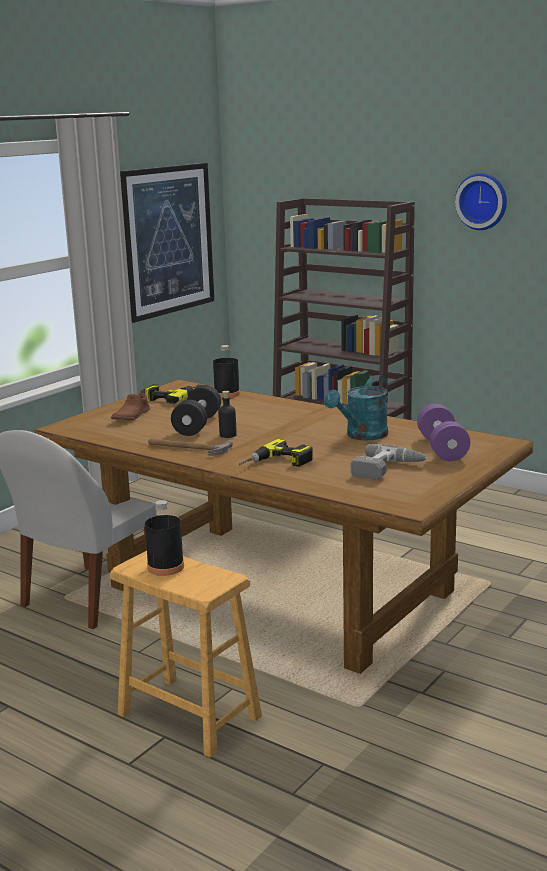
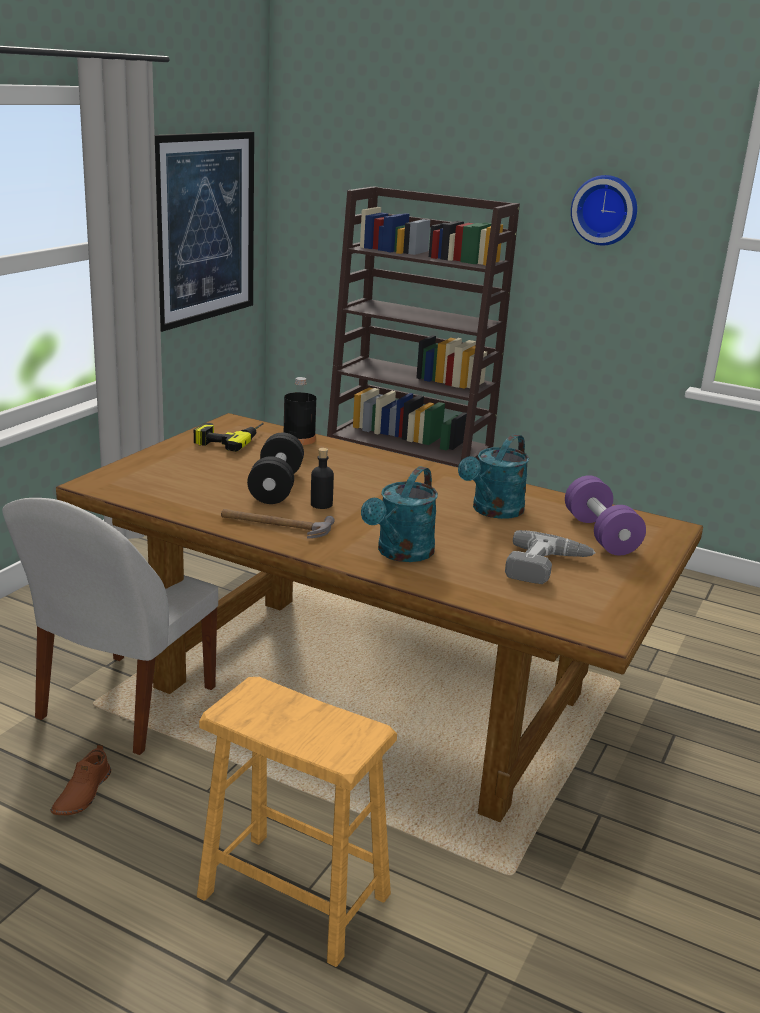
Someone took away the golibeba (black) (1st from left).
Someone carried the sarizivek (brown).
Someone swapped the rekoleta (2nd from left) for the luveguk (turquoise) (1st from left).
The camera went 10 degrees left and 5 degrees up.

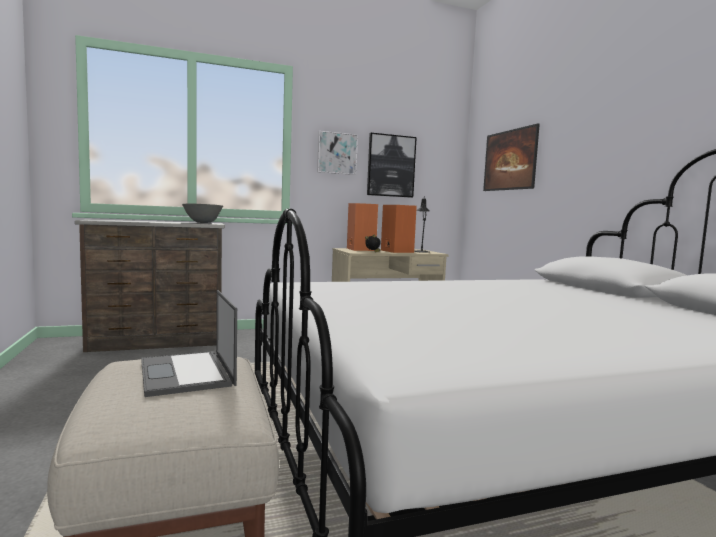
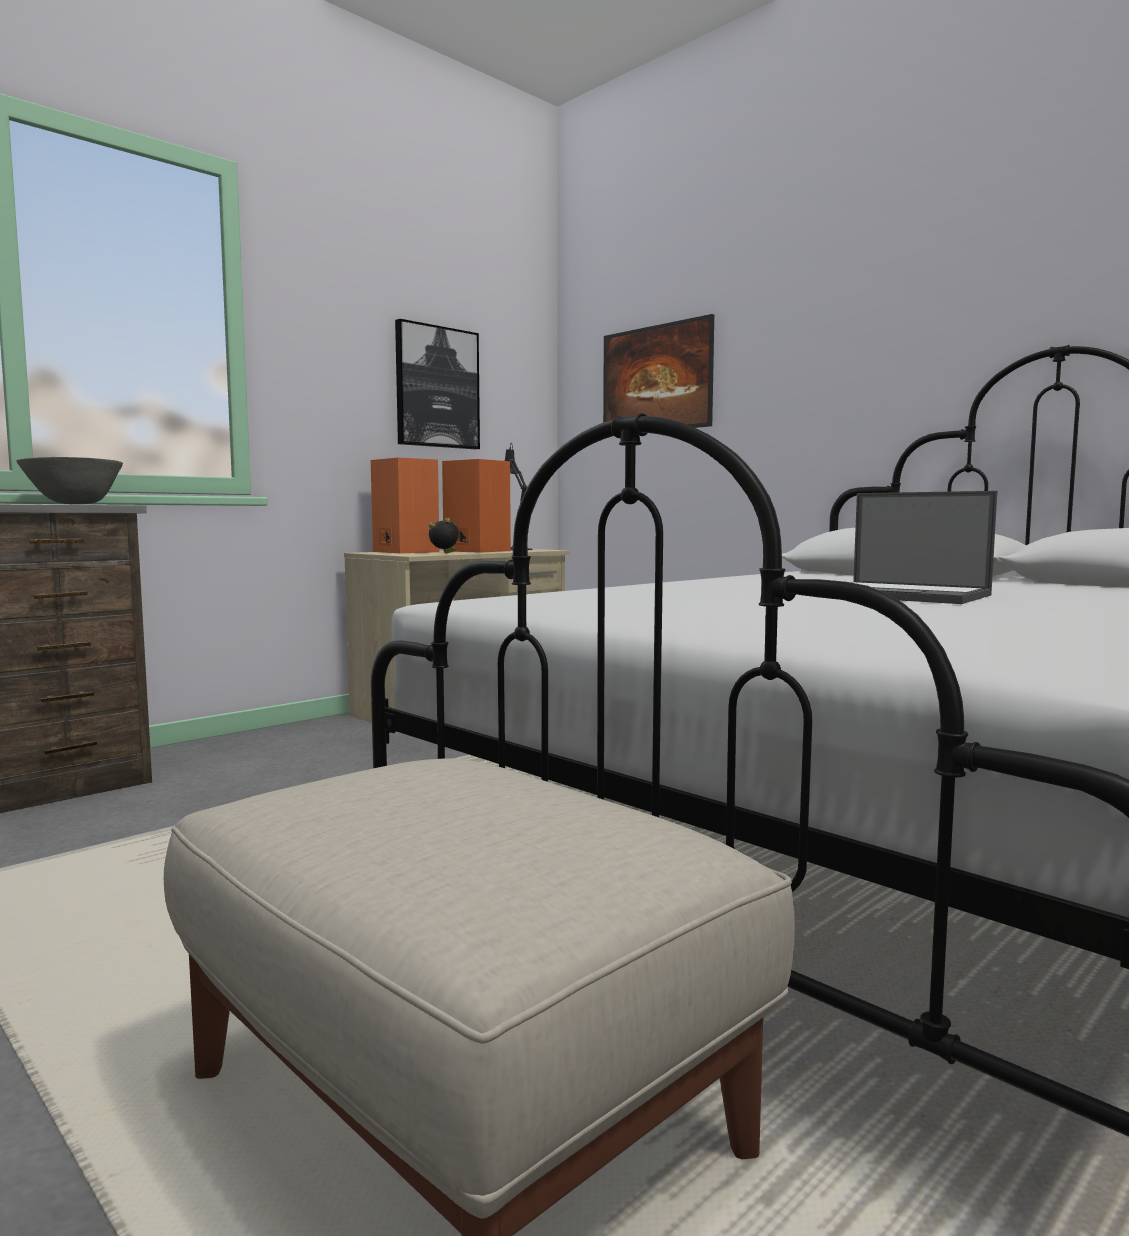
Someone took away the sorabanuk (1st from left).
Someone carried the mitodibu.
The camera went 25 degrees left and 0 degrees up.

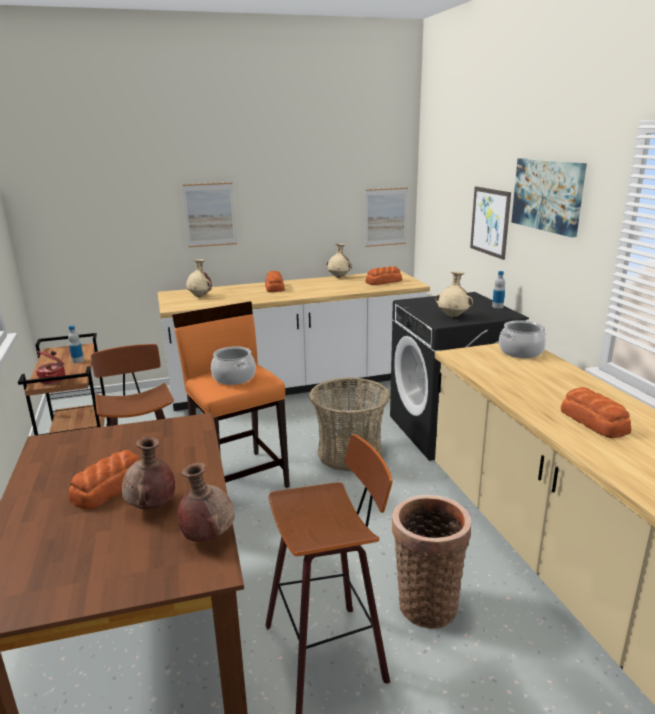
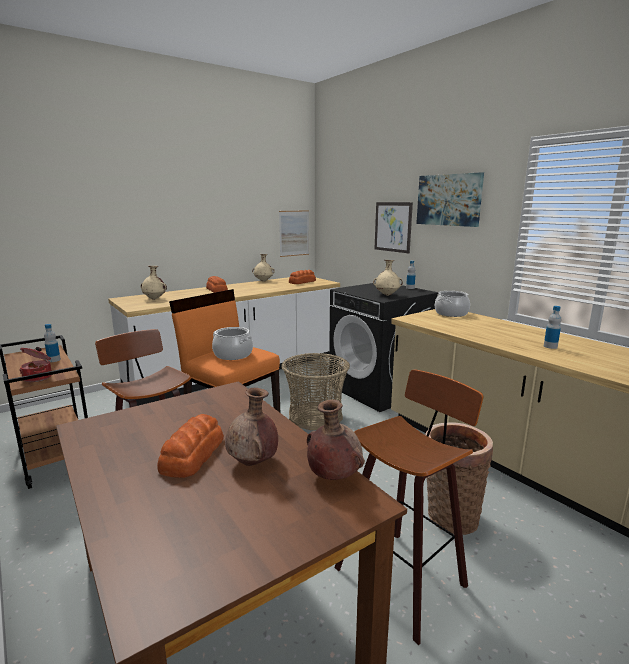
Someone took away the sorabanuk (1st from left).
Someone swapped the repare (4th from left) for the golibeba (3rd from left).
The camera went 20 degrees left and 5 degrees down.

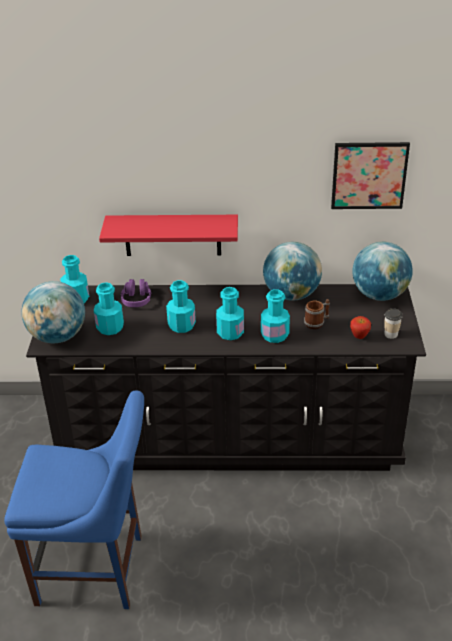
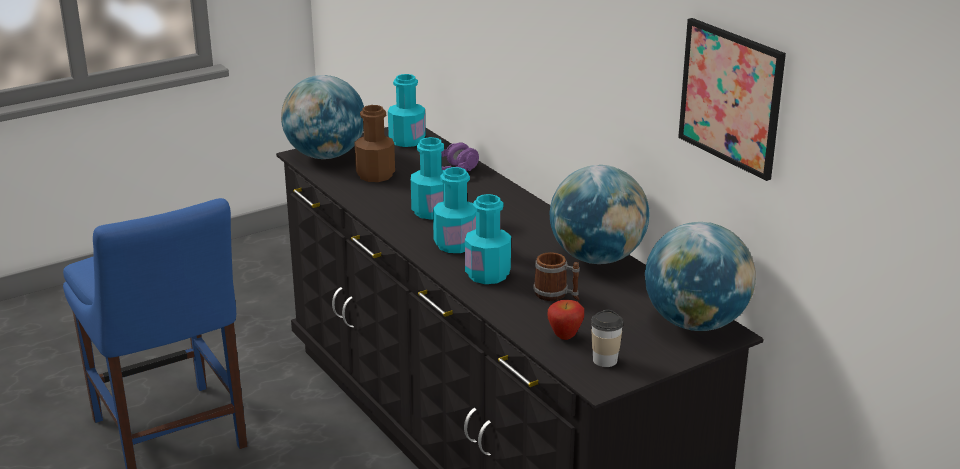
Someone took away the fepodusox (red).
Someone repainted the golibeba (turquoise) (2nd from left), which became the golibeba (brown).
The camera went 55 degrees right and 10 degrees down.

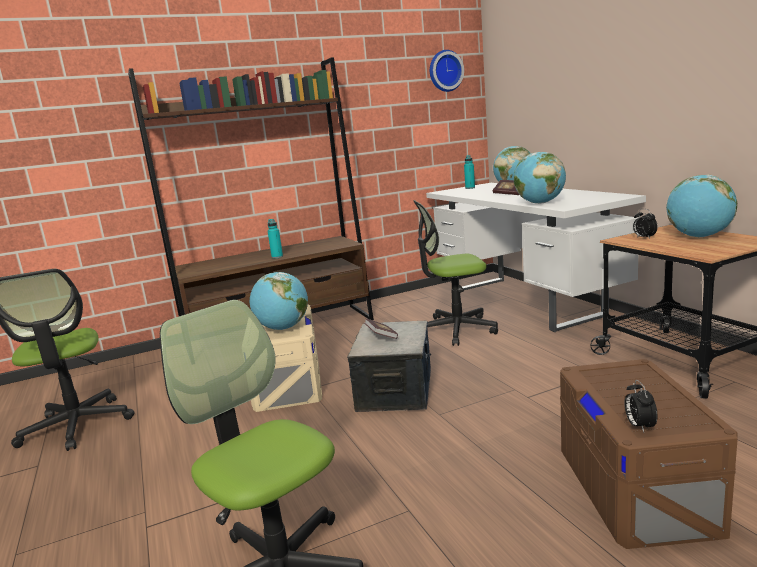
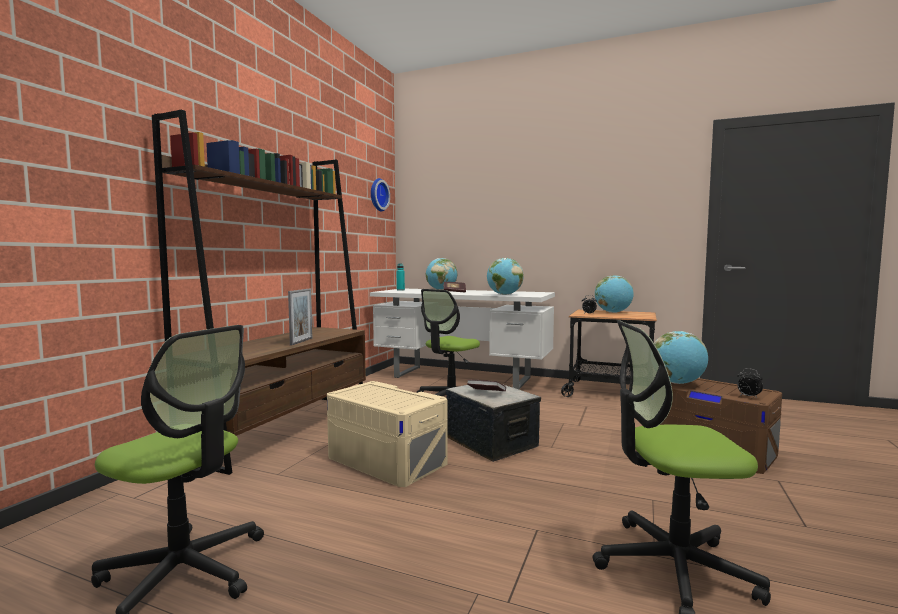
Someone carried the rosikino (1st from left in the first image).
Someone swapped the golibeba (turquoise) (1st from left) for the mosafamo.
The camera went 45 degrees left and 10 degrees down.

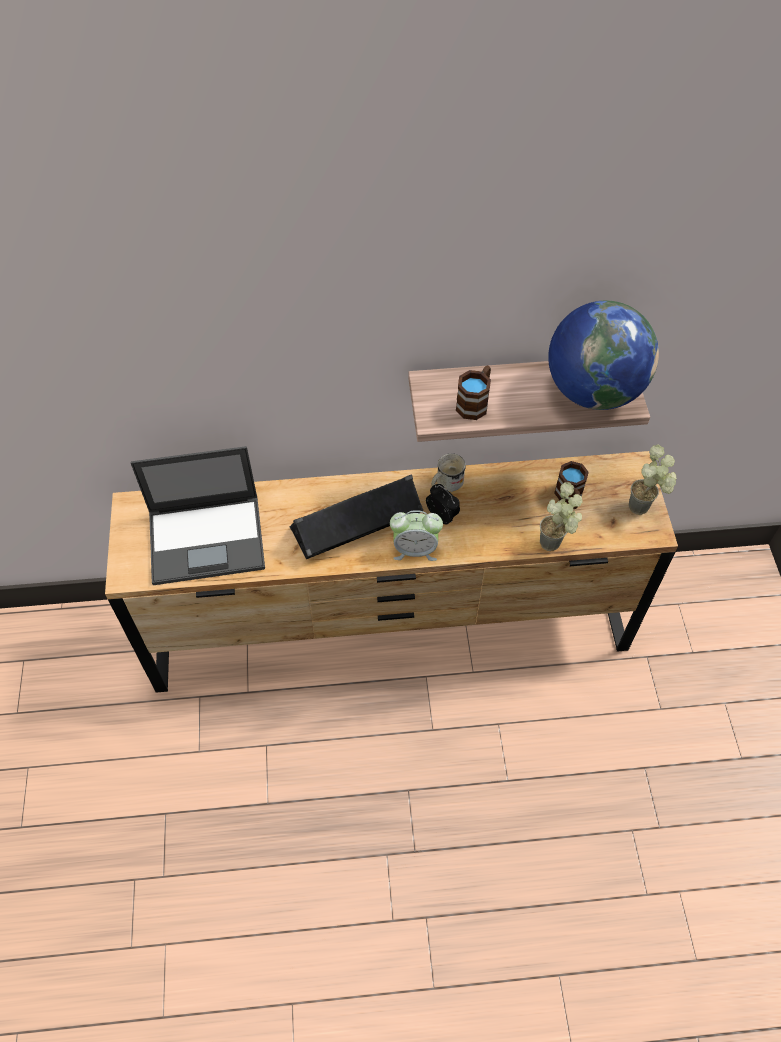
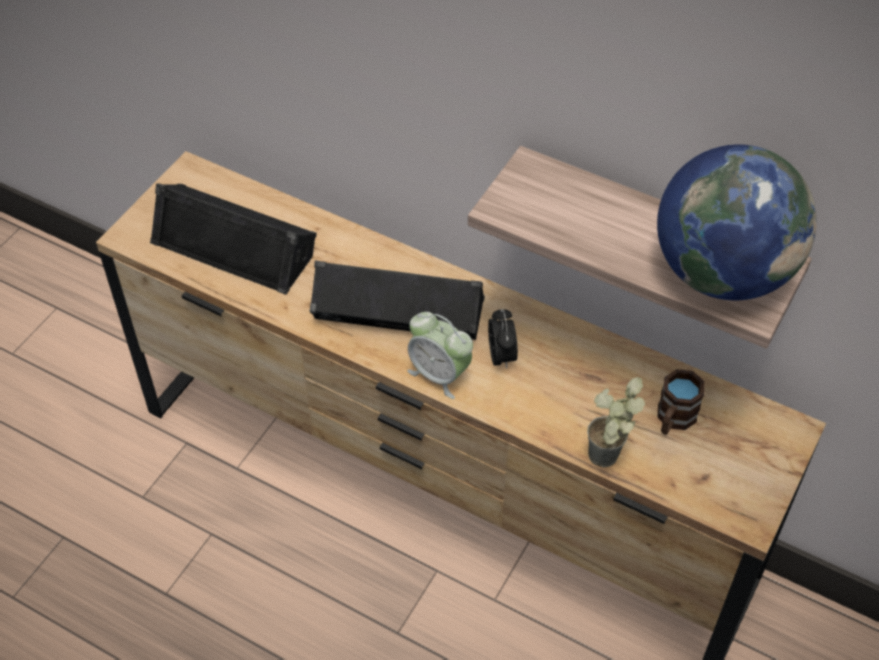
Someone took away the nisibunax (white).
Someone took away the nisibunax (brown) (1st from left).
Someone took away the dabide (2nd from left).
Someone swapped the mitodibu for the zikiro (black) (1st from left).
The camera went 35 degrees right and 5 degrees down.

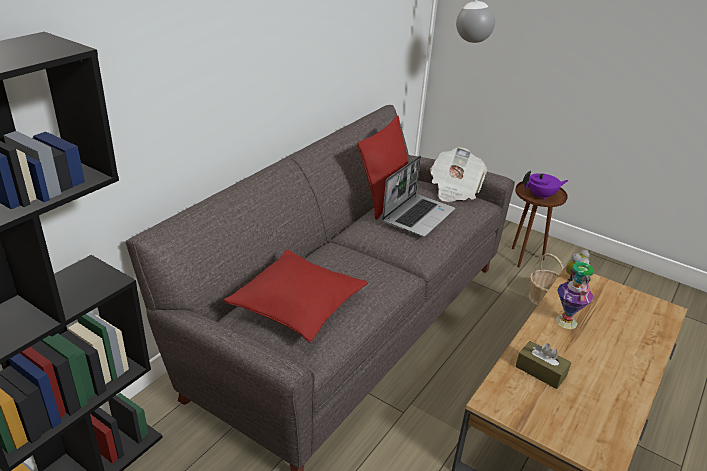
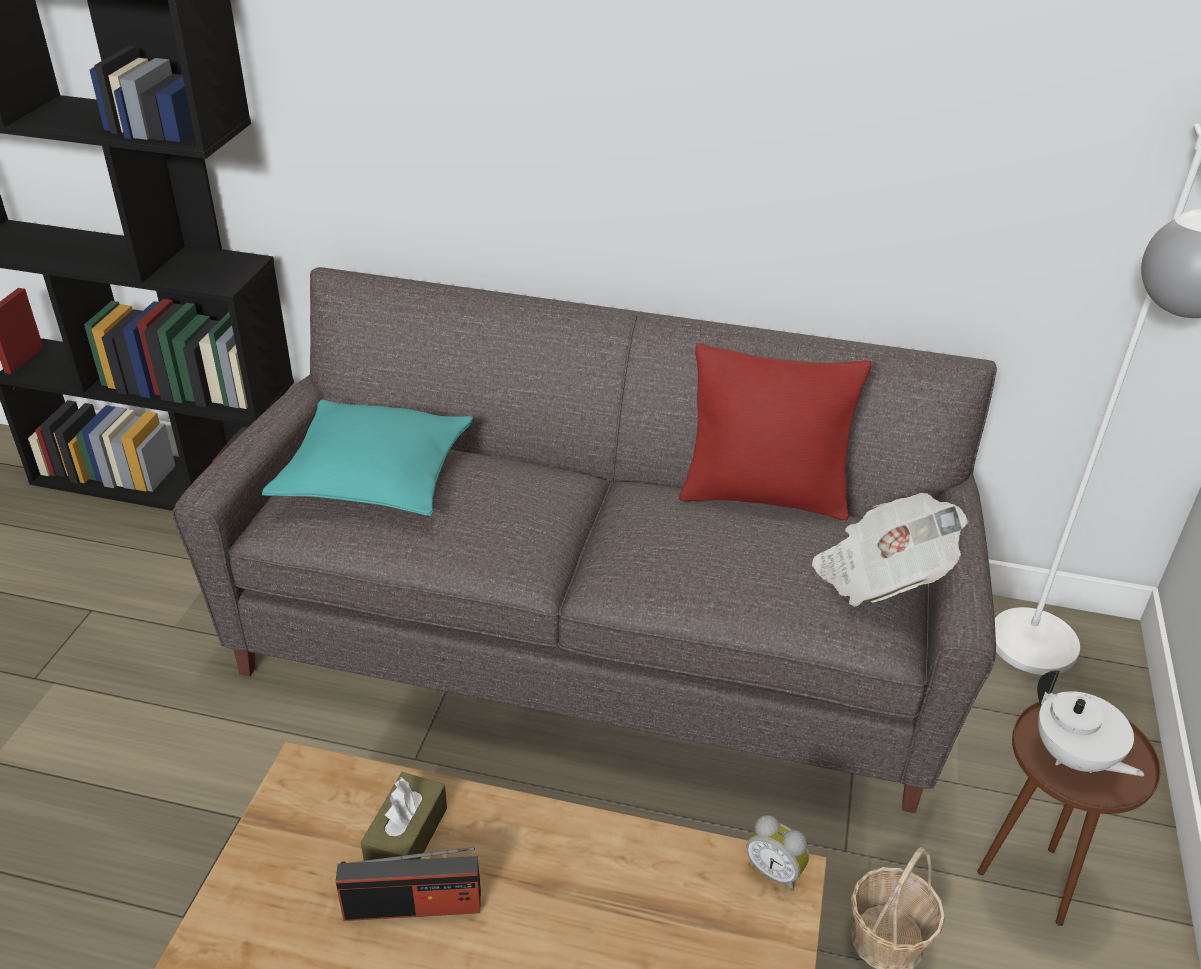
Someone took away the mitodibu.
Someone took away the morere.
Someone put down the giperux.
Someone repainted the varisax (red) (1st from left), which became the varisax (turquoise).
Someone repainted the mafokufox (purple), which became the mafokufox (white).
The camera went 70 degrees right and 5 degrees up.

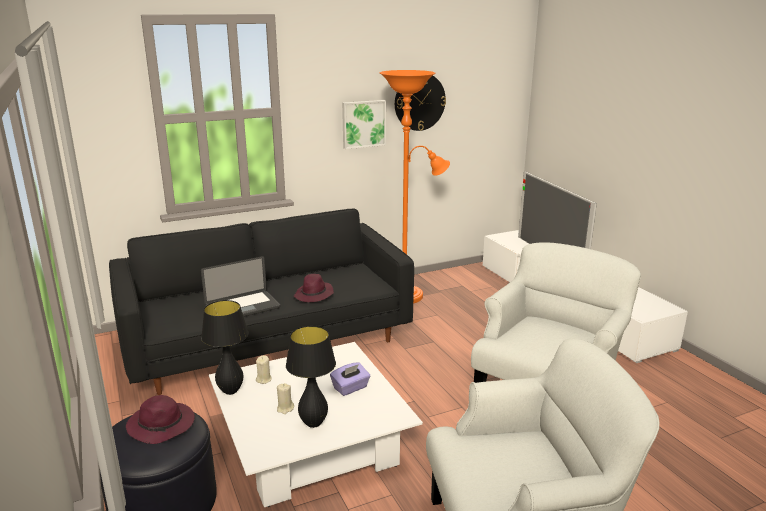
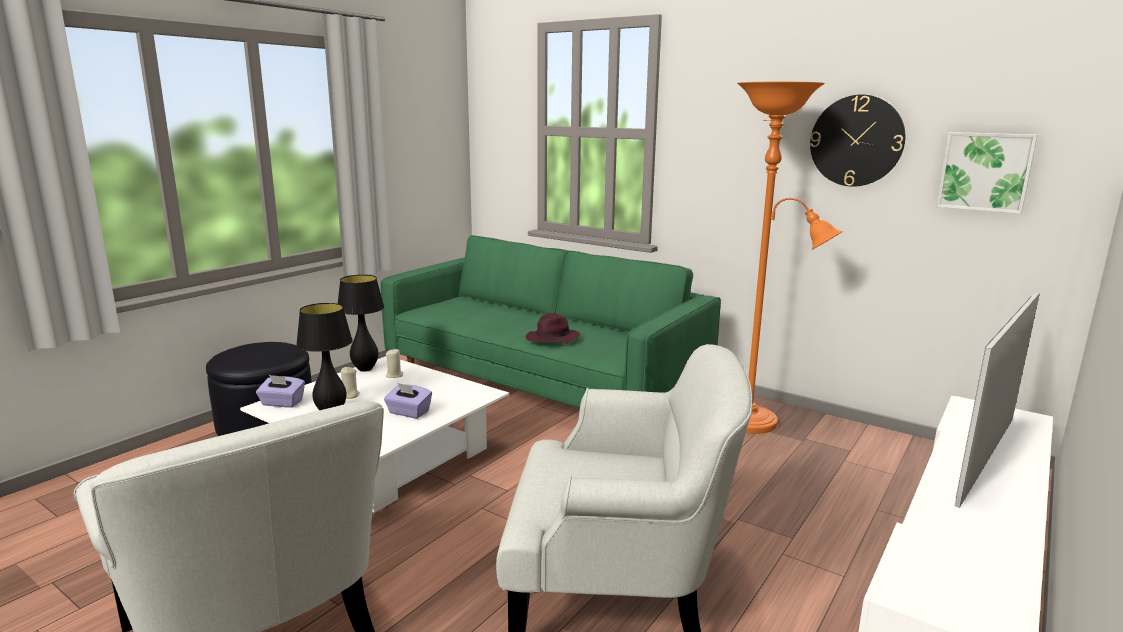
Someone took away the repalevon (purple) (1st from left).
Someone took away the mitodibu.
Someone put down the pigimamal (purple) (1st from left).
Someone carried the sorabanuk.
Someone repainted the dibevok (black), which became the dibevok (green).
The camera went 60 degrees right and 5 degrees down.

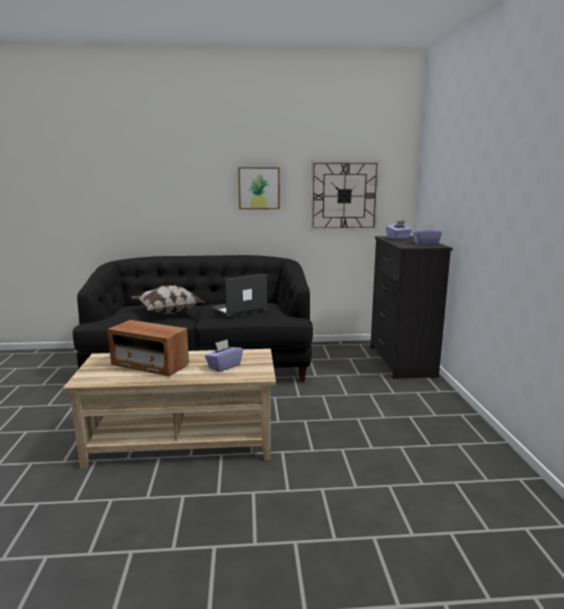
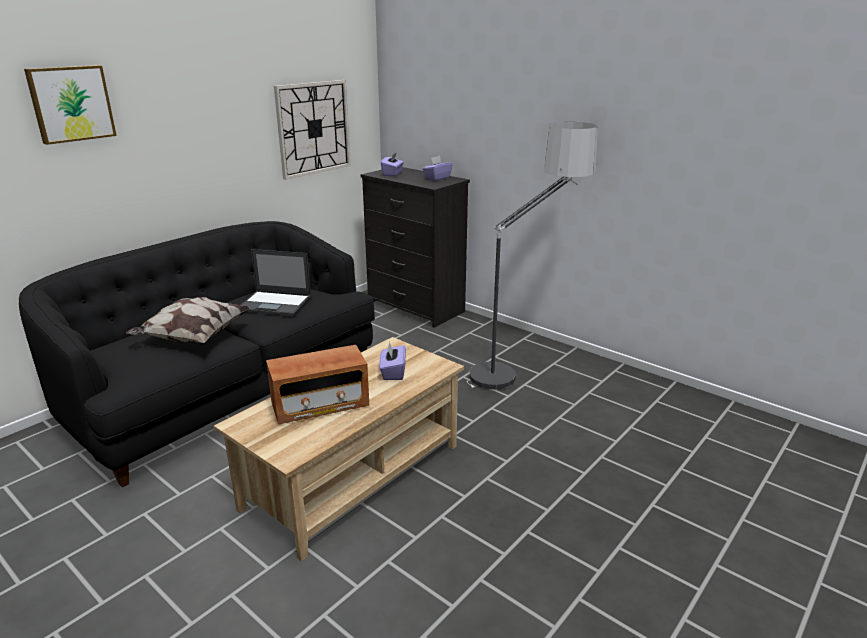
Someone put down the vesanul.
Someone carried the sorabanuk.
Someone rotated the mitodibu by 90 degrees counterclockwise.
The camera went 45 degrees left and 10 degrees up.

